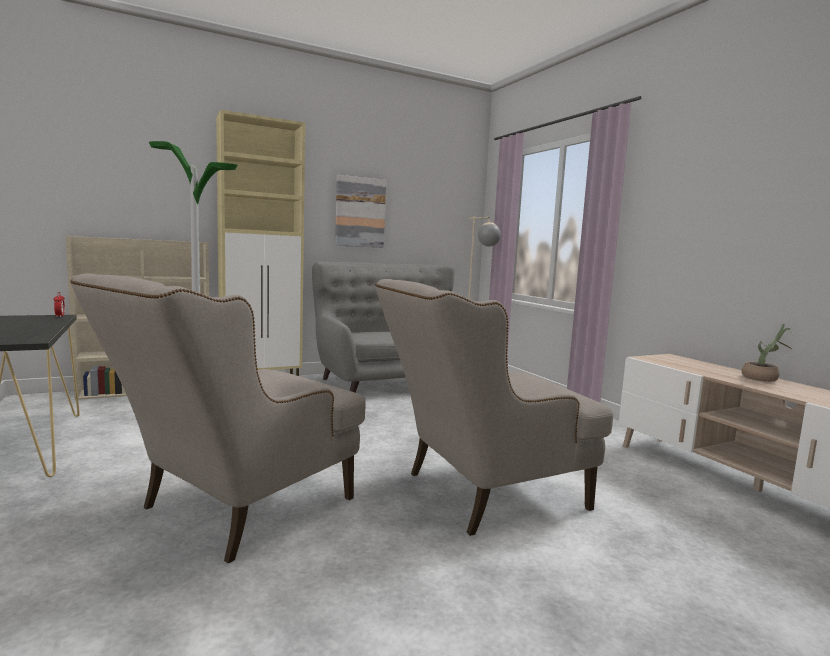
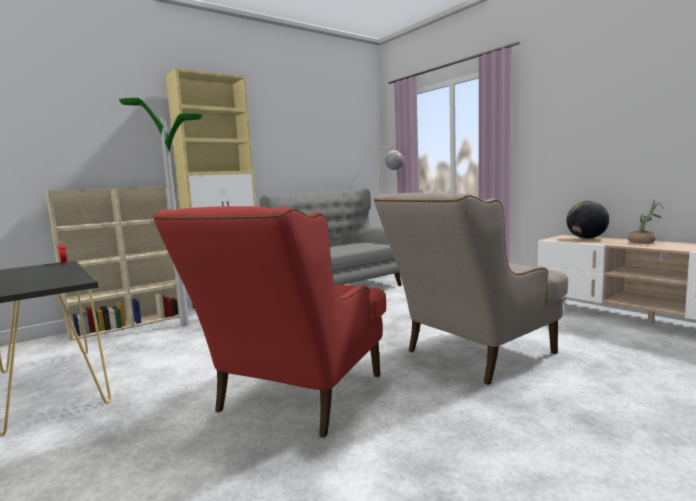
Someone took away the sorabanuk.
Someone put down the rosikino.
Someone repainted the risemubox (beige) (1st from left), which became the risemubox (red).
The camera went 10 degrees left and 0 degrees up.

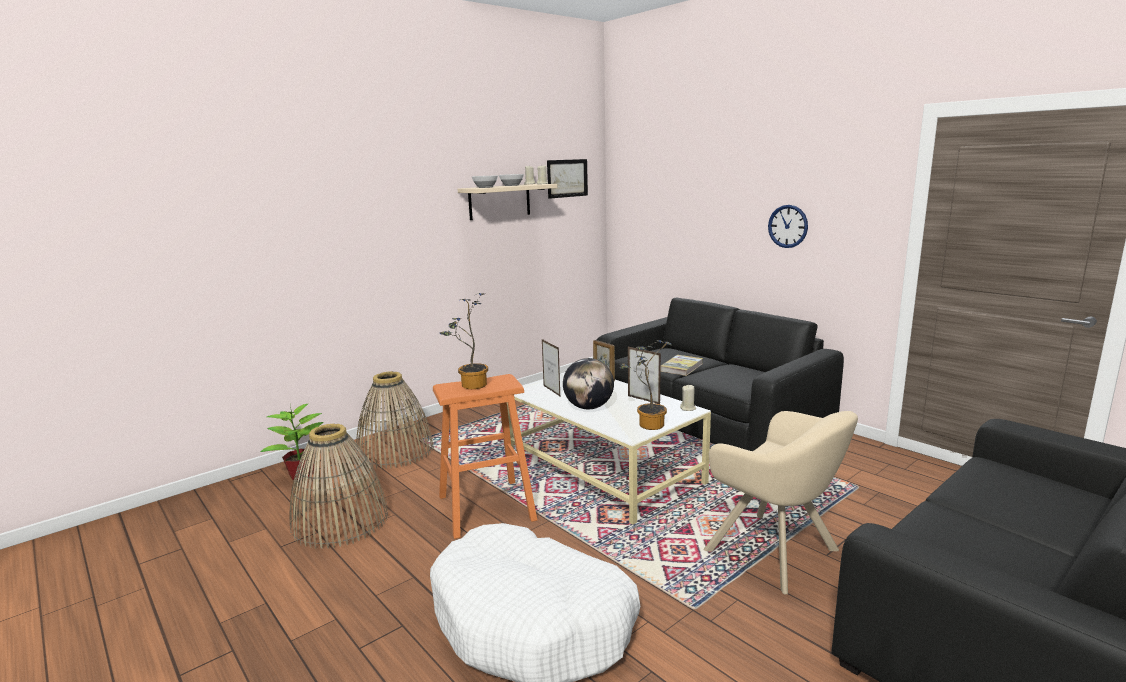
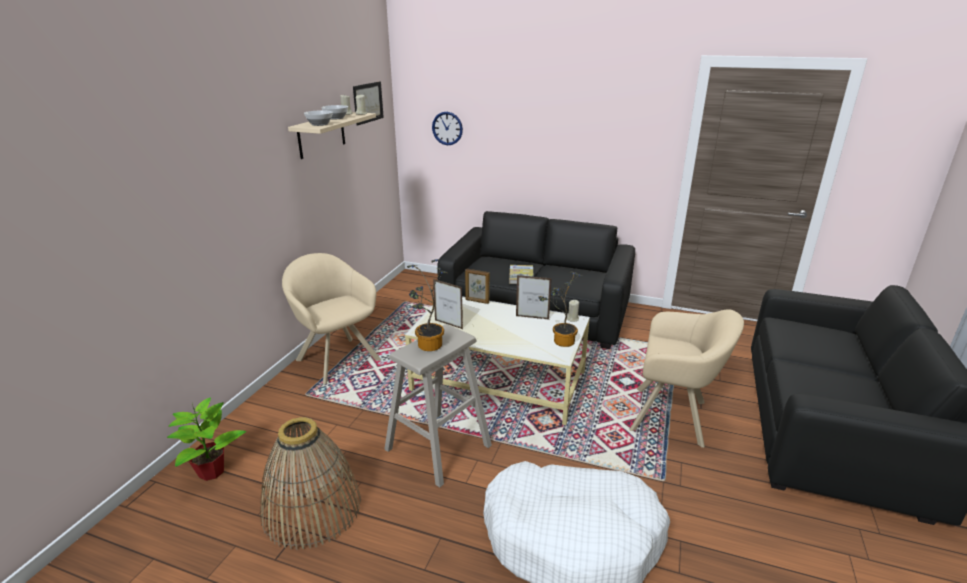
Someone took away the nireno (2nd from left).
Someone took away the rosikino.
Someone put down the risemubox (beige) (1st from left).
Someone carried the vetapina.
Someone repainted the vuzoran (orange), which became the vuzoran (beige).
The camera went 30 degrees left and 10 degrees up.

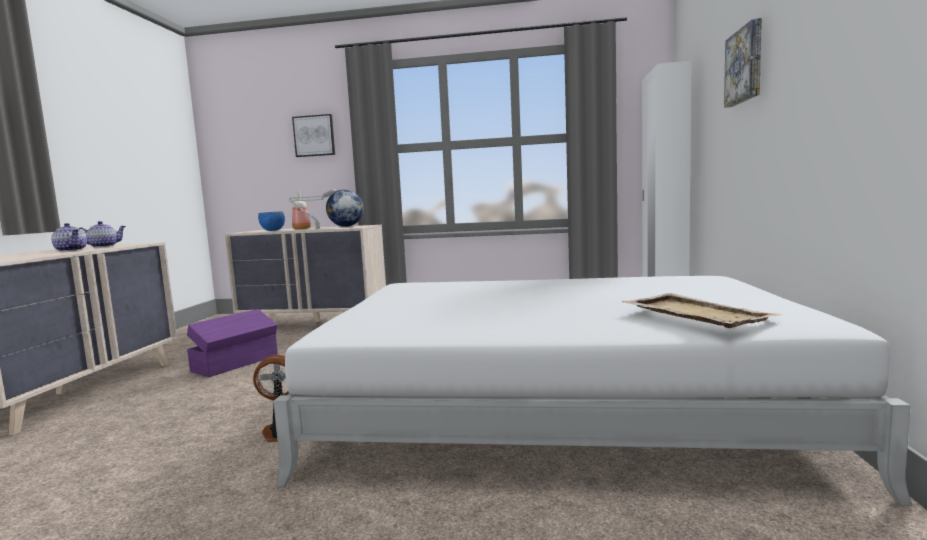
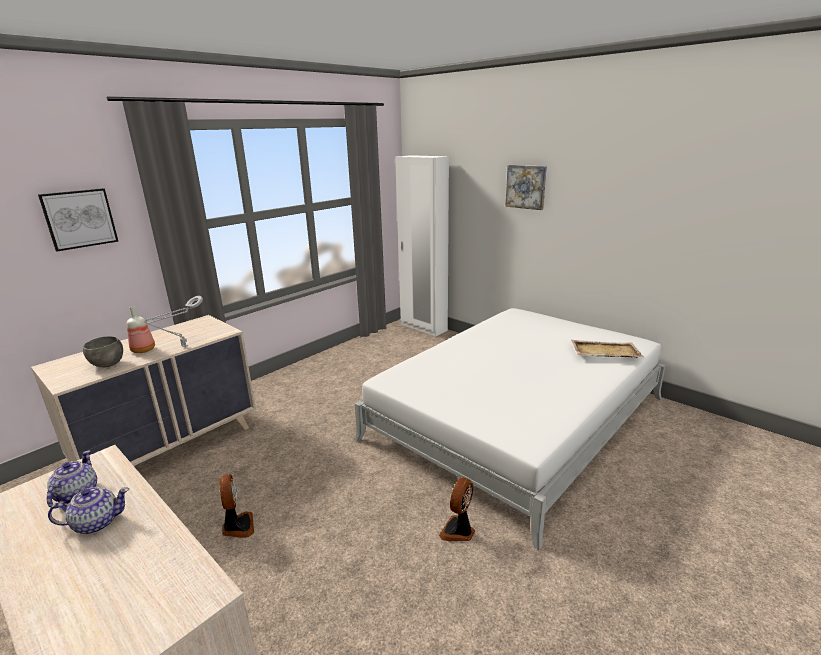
Someone took away the rosikino.
Someone swapped the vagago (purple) for the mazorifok (1st from left).
Someone repainted the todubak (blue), which became the todubak (grey).
The camera went 55 degrees left and 15 degrees up.

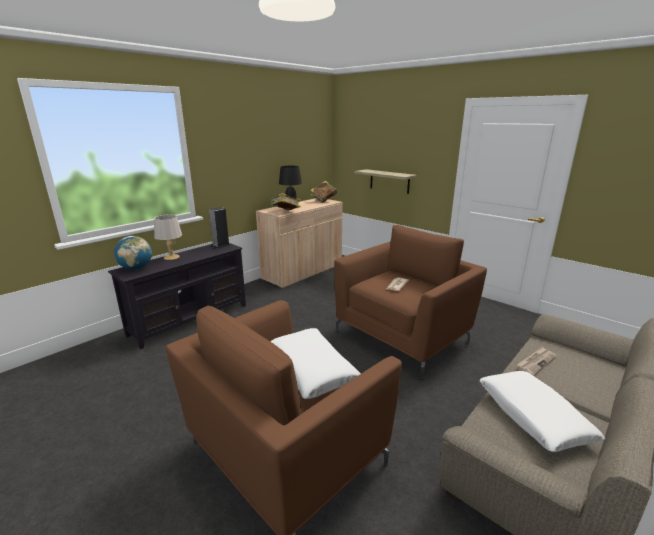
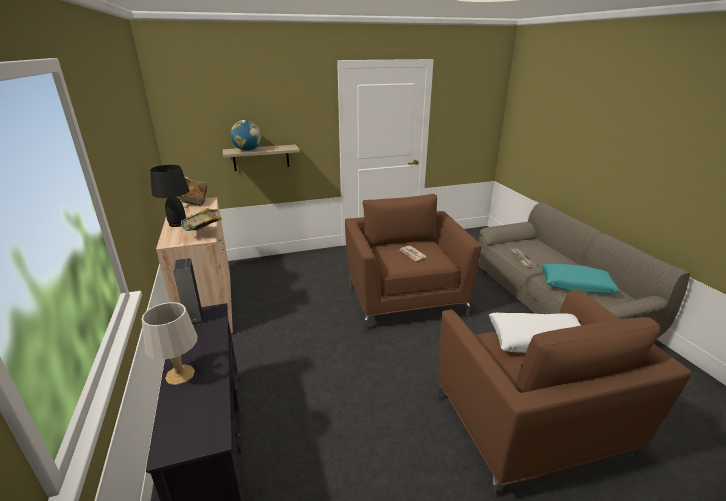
Someone carried the rosikino.
Someone repainted the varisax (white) (2nd from left), which became the varisax (turquoise).
The camera went 60 degrees left and 5 degrees up.

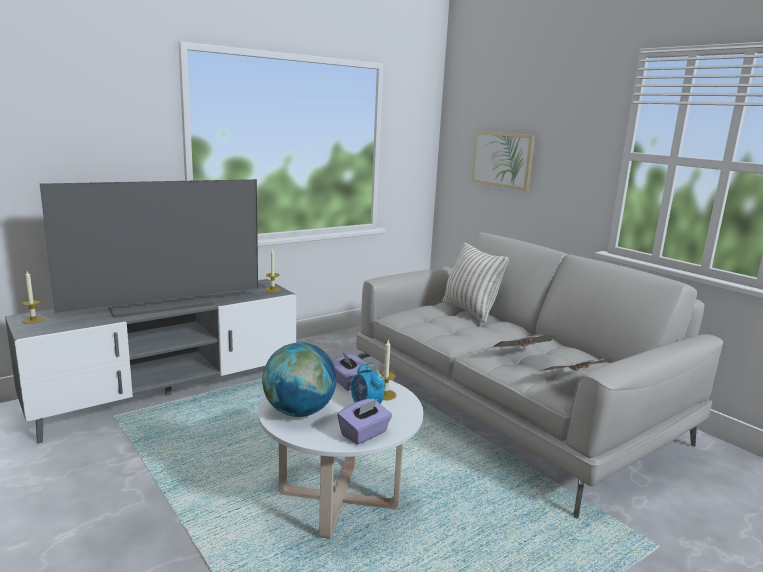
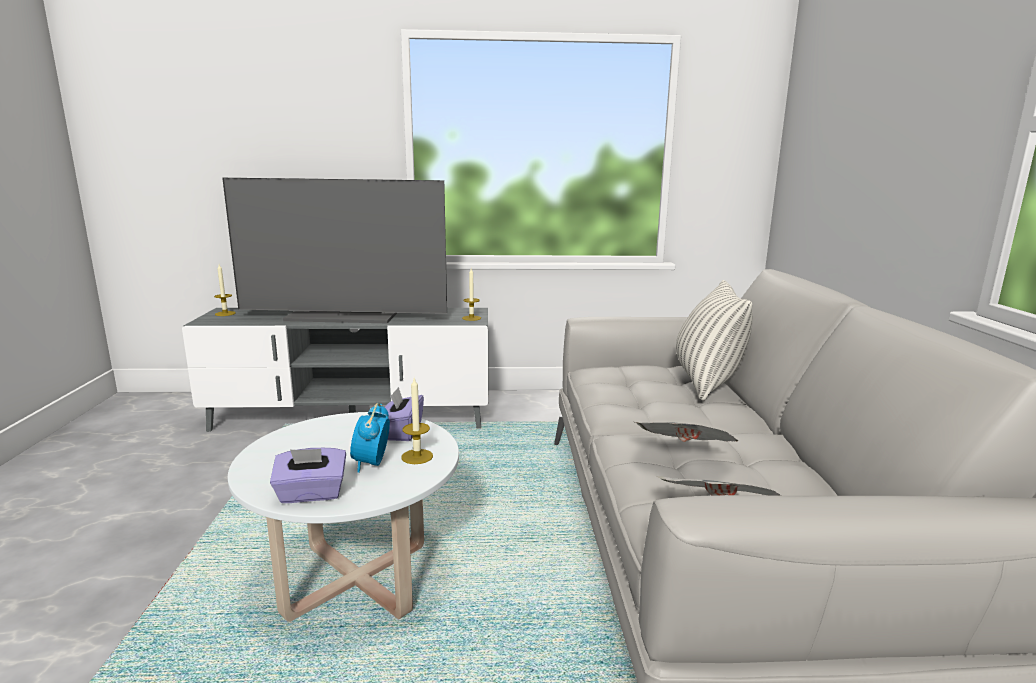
Someone took away the rosikino.
Someone took away the sorabanuk.
The camera went 35 degrees right and 0 degrees up.

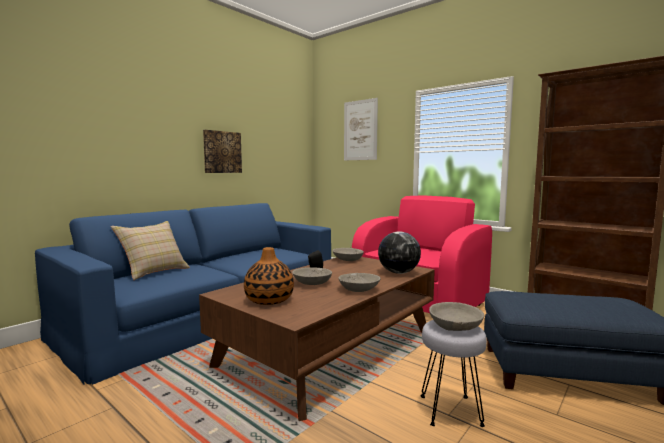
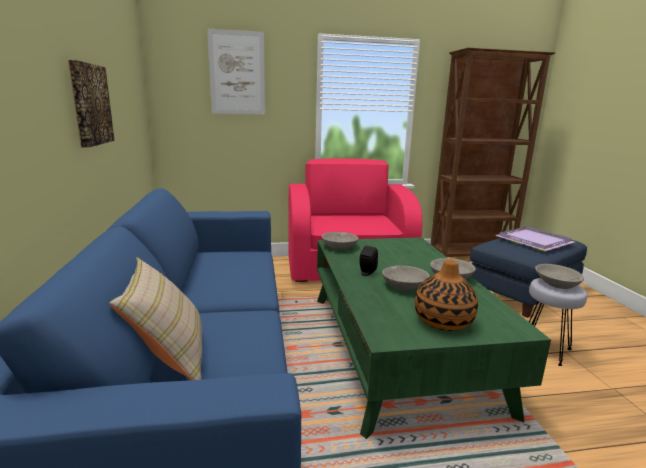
Someone took away the rosikino.
Someone put down the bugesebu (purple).
Someone repainted the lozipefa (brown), which became the lozipefa (green).
The camera went 50 degrees left and 10 degrees up.

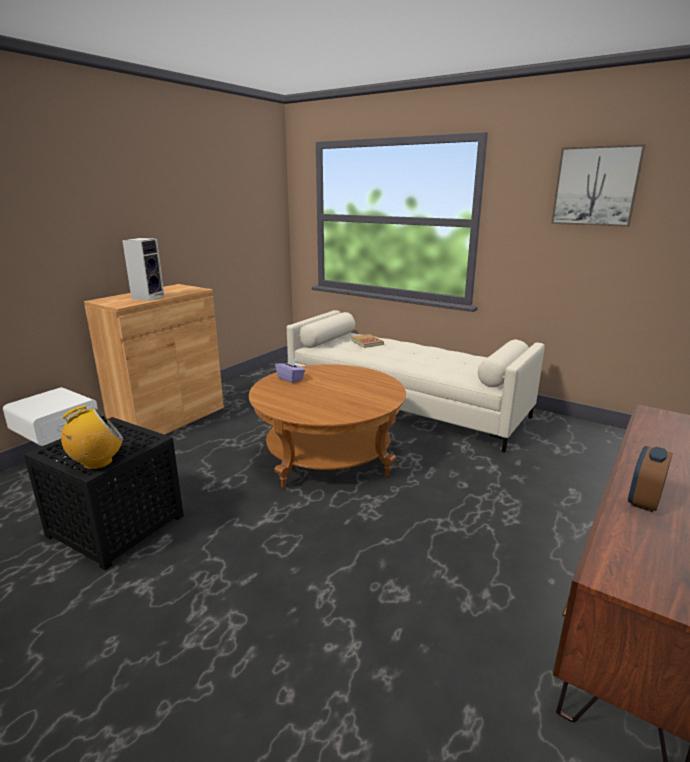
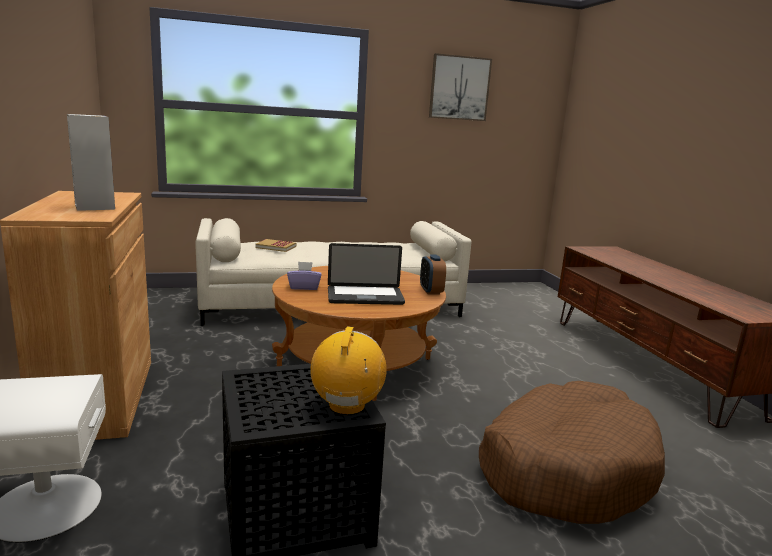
Someone put down the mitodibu.
Someone put down the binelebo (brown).
Someone carried the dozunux.
The camera went 50 degrees left and 5 degrees down.

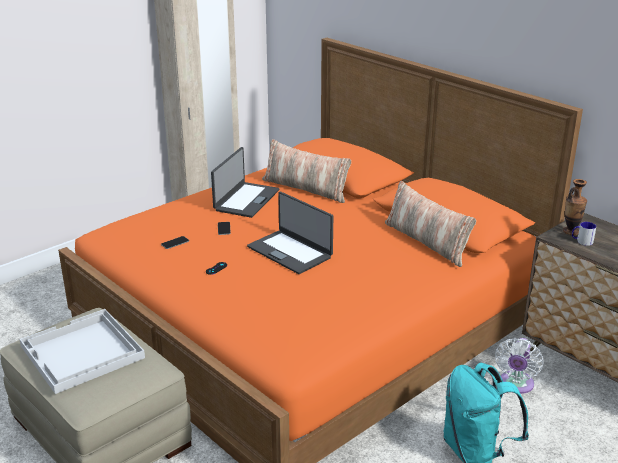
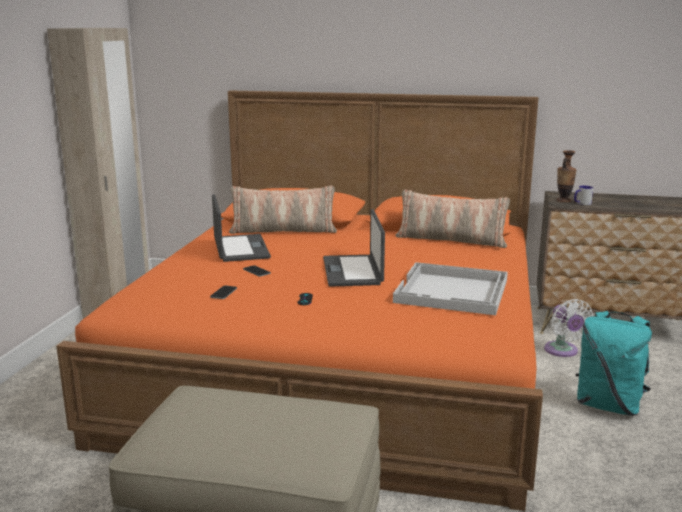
Someone carried the bugesebu (white).
Someone rotated the mitodibu (2nd from left) by 75 degrees clockwise.
The camera went 35 degrees left and 10 degrees down.

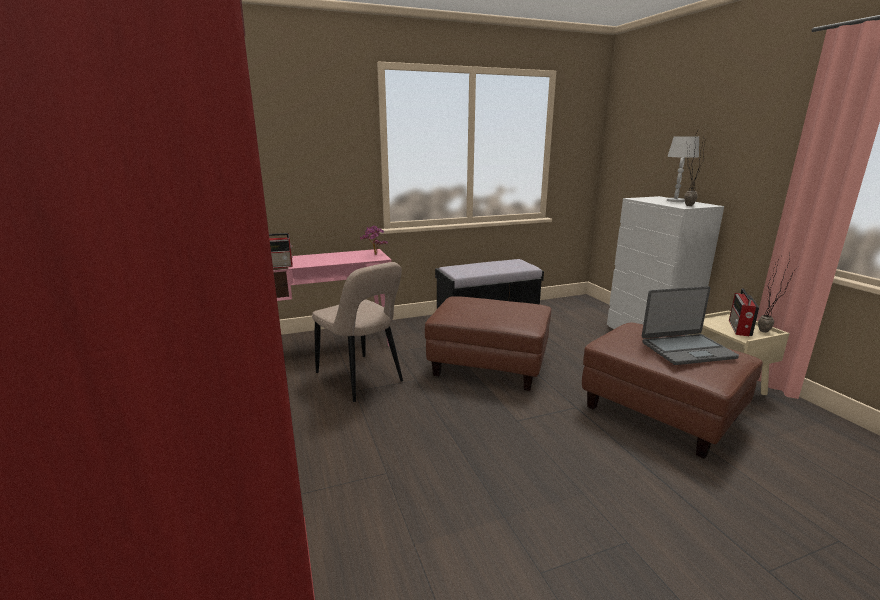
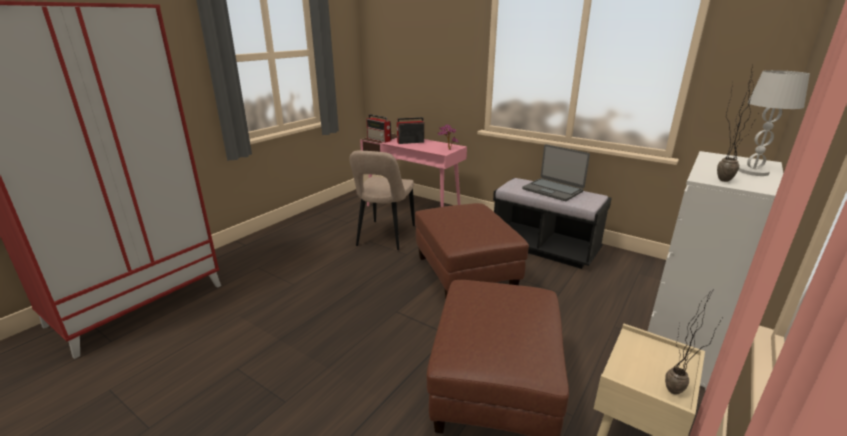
Someone carried the mitodibu.
Someone carried the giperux (2nd from left).
The camera went 55 degrees right and 5 degrees up.

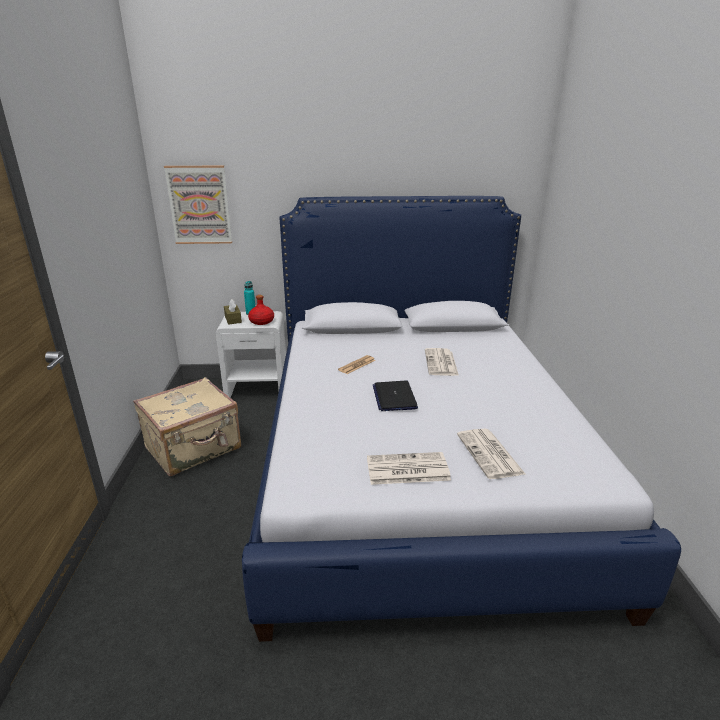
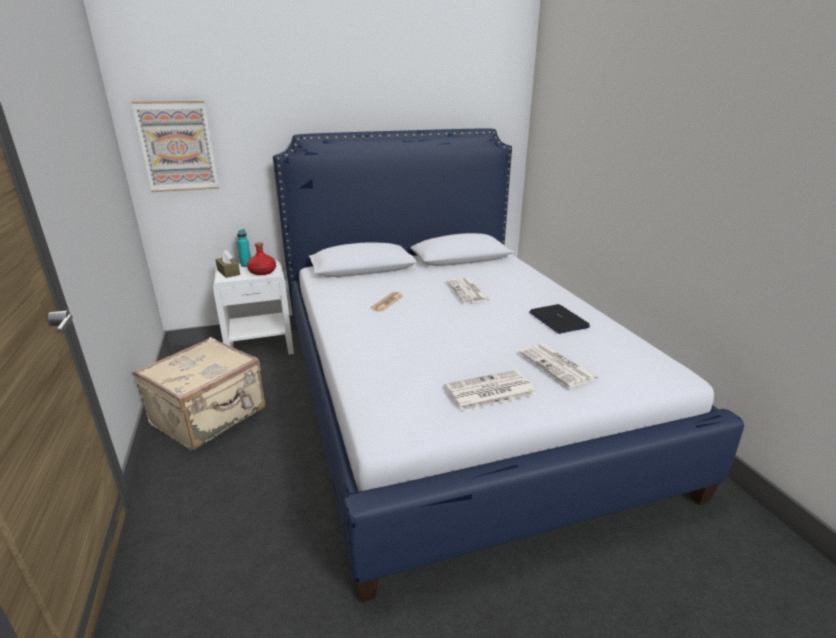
Someone carried the mitodibu.
The camera went 15 degrees left and 0 degrees up.

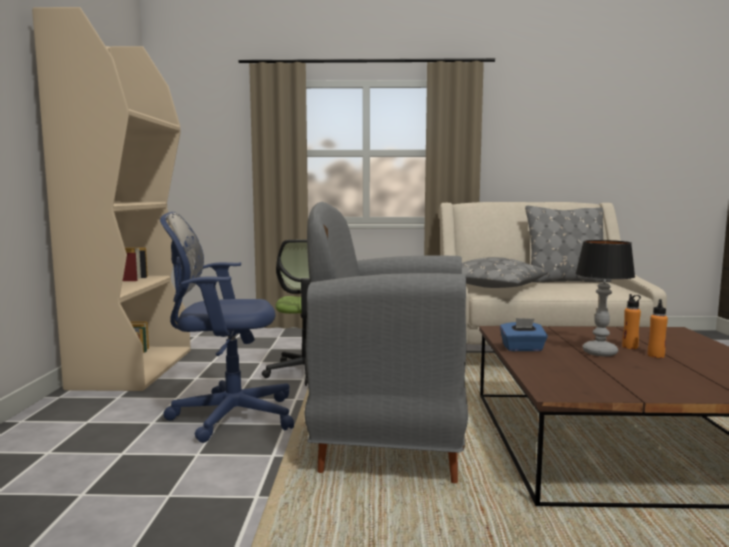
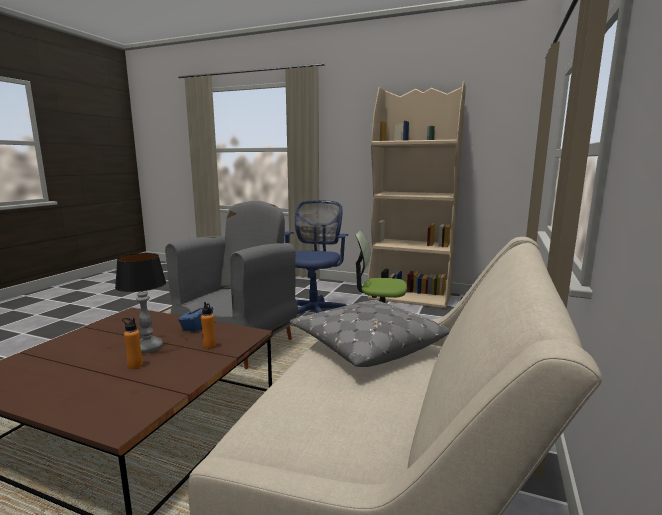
Someone took away the varisax (grey) (2nd from left).
Someone carried the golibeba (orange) (2nd from left).
The camera went 110 degrees right and 5 degrees up.

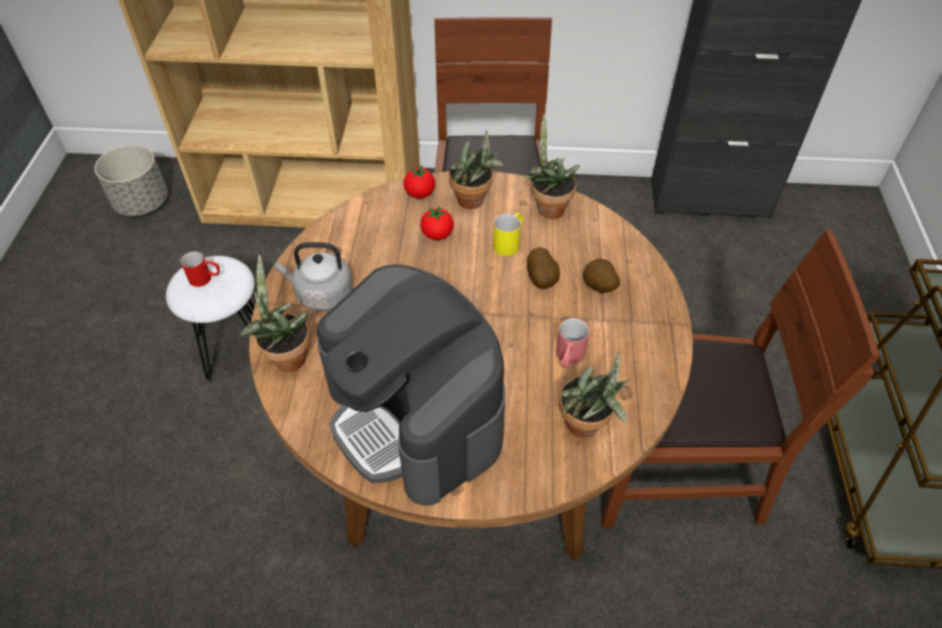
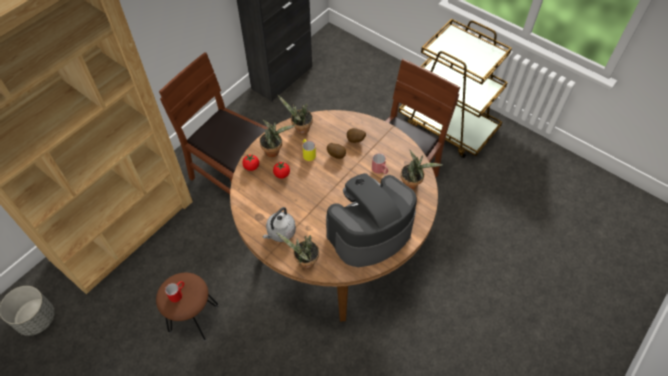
Someone repainted the vuzoran (white), which became the vuzoran (brown).
Someone rotated the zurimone by 150 degrees clockwise.
The camera went 55 degrees left and 5 degrees up.

